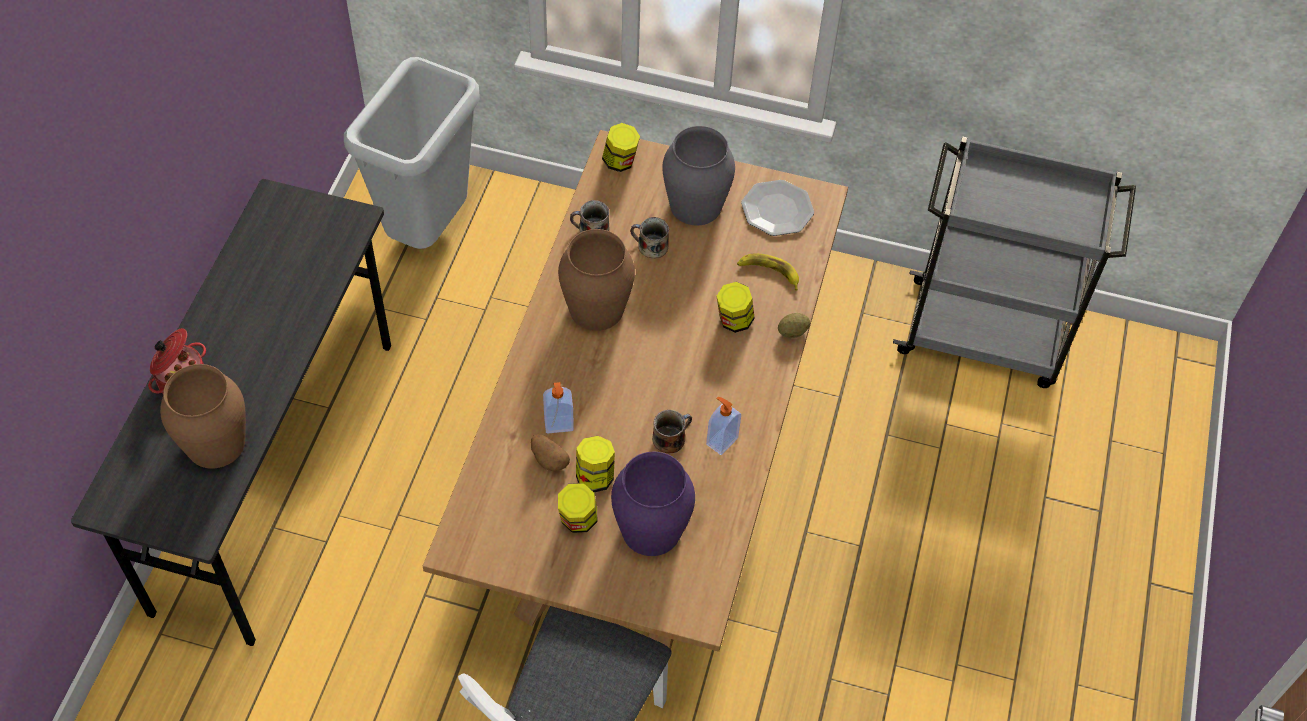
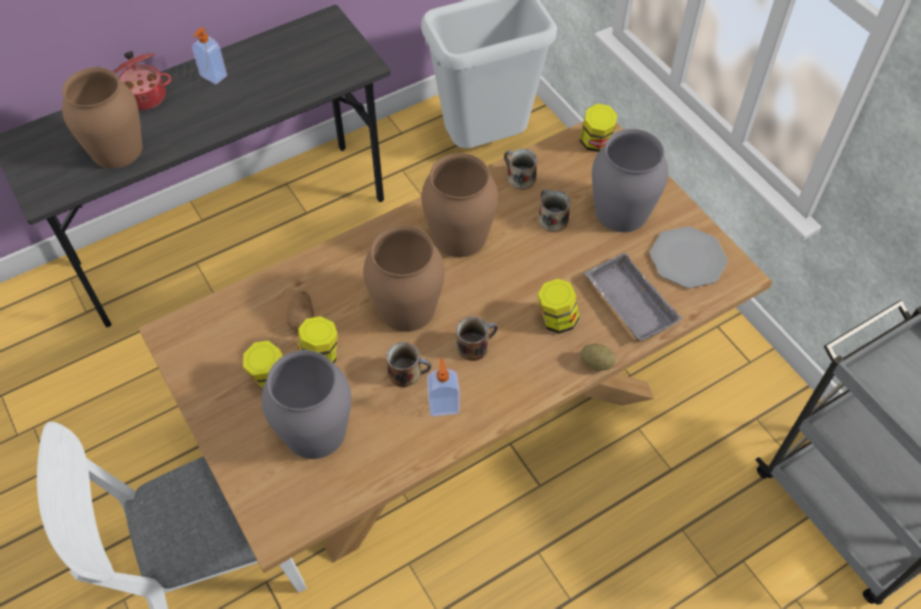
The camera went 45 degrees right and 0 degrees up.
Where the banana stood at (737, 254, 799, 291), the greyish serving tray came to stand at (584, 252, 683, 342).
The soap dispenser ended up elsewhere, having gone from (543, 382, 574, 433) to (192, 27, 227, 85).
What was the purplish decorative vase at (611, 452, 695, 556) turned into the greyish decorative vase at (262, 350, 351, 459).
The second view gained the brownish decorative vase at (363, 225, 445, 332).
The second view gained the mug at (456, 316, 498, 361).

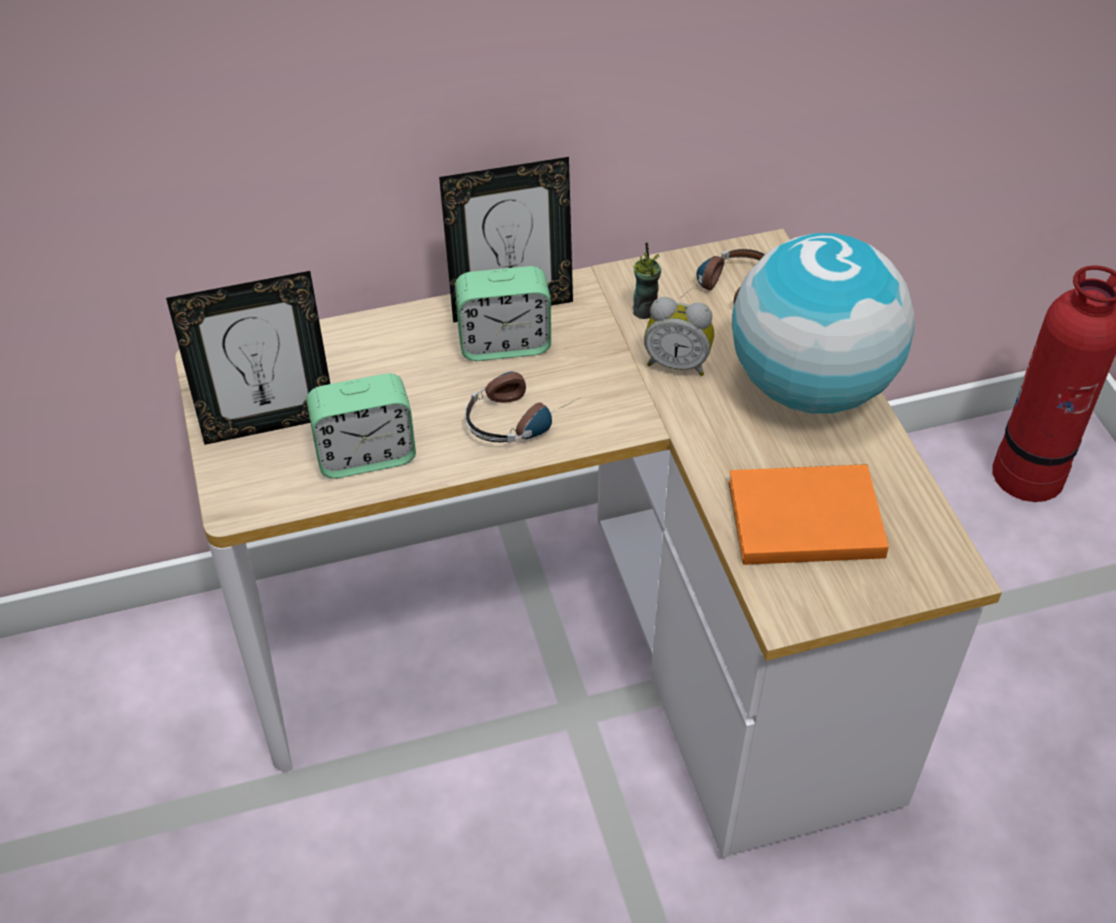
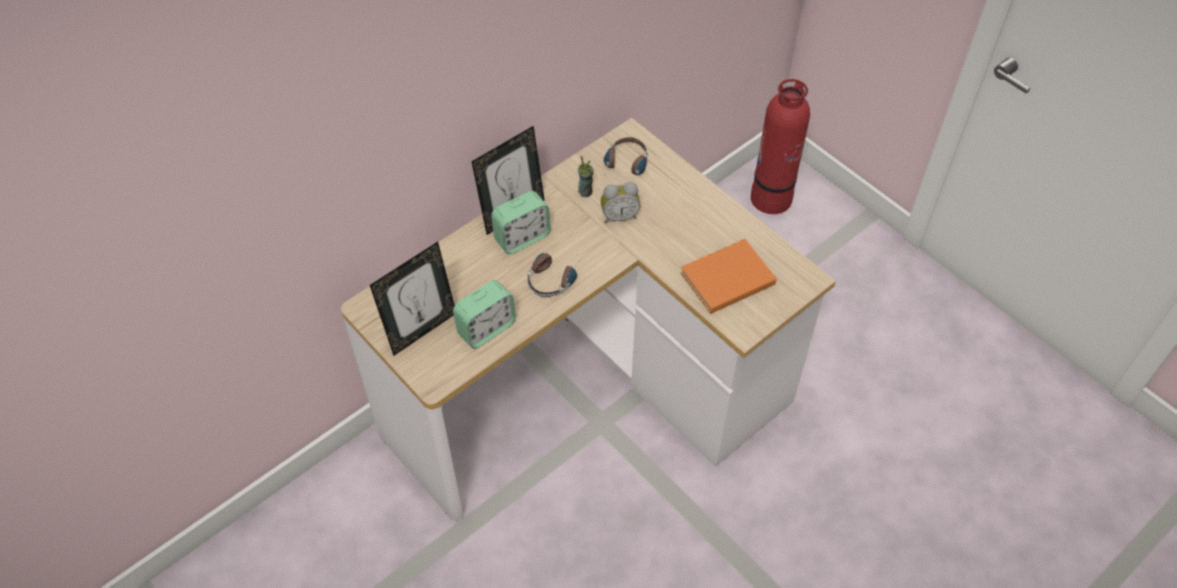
The camera went 25 degrees left and 5 degrees up.
The second view lost the desk globe at (732, 233, 915, 413).

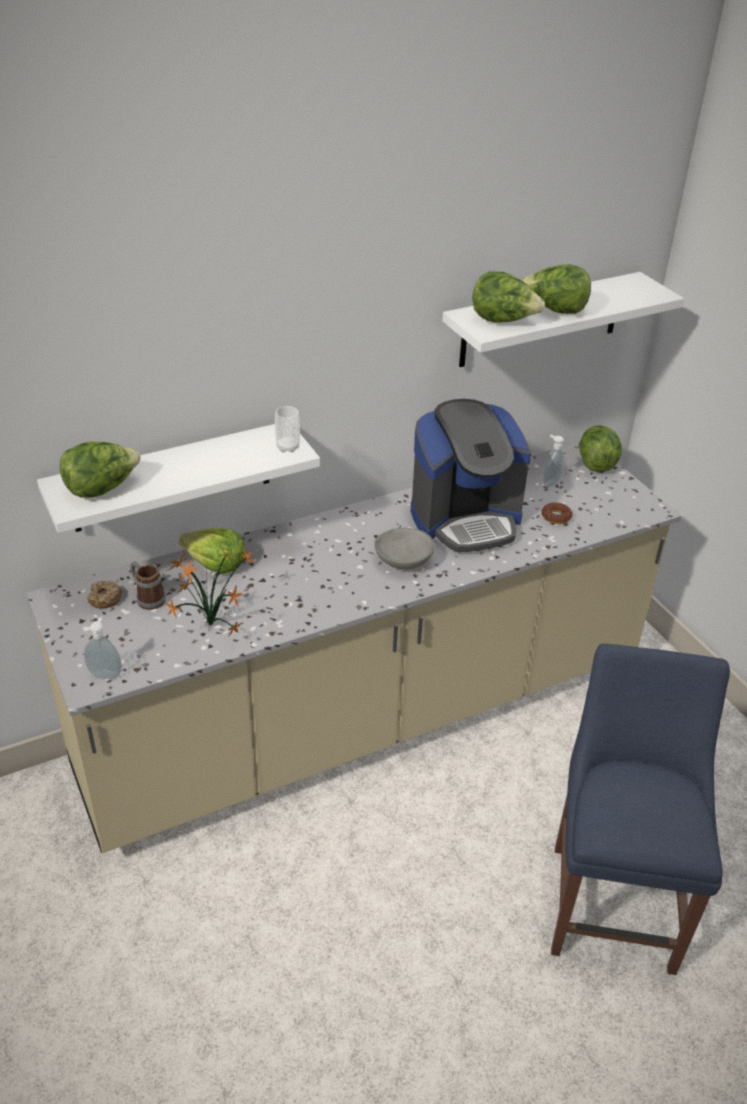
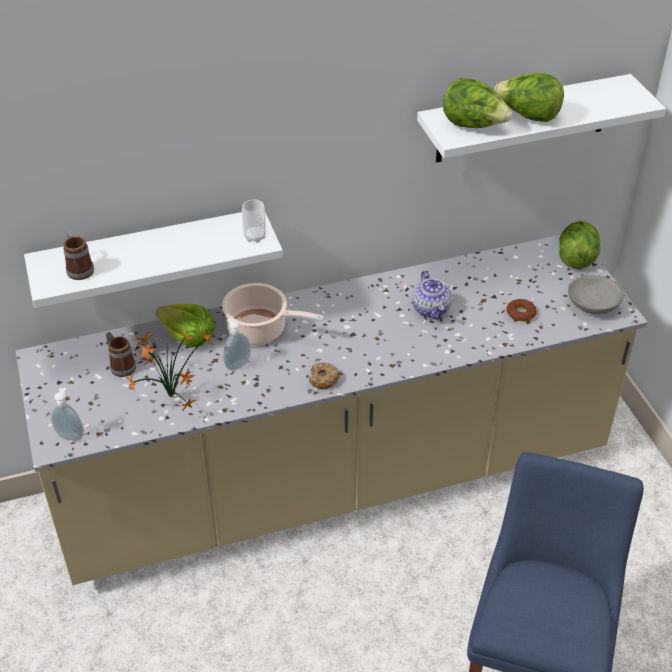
The camera went 10 degrees right and 5 degrees up.
Where the coffee maker stood at (411, 399, 531, 552), the tea pot came to stand at (412, 270, 451, 320).
The soap dispenser ended up elsewhere, having gone from (543, 435, 565, 487) to (223, 318, 251, 371).
Where the head of lettuce stood at (60, 441, 141, 498), the mug came to stand at (63, 231, 94, 280).
The greyish deep dish ended up elsewhere, having gone from (375, 528, 435, 569) to (568, 275, 624, 314).
The doughnut ended up elsewhere, having gone from (87, 581, 123, 608) to (309, 362, 340, 389).
The second view gained the cooking pot at (222, 283, 324, 345).

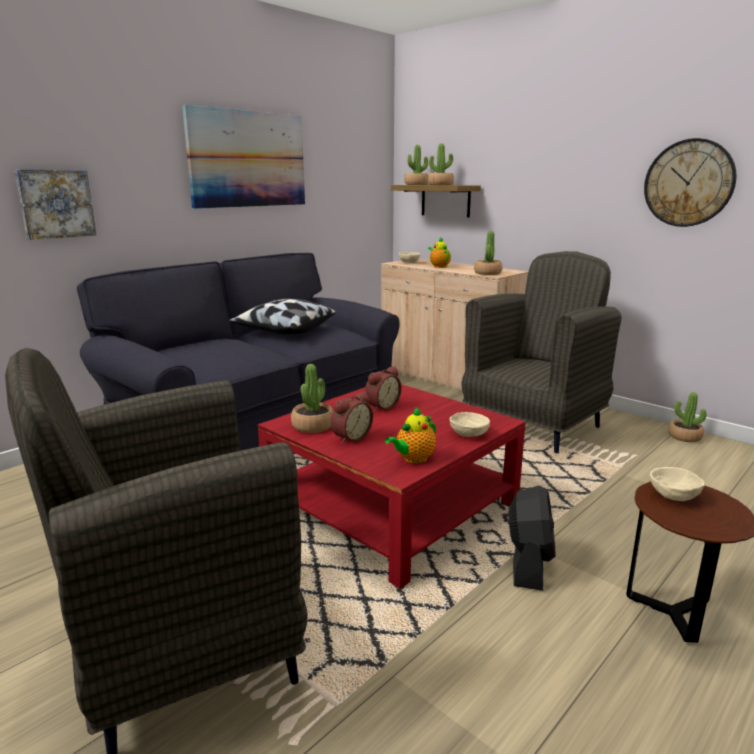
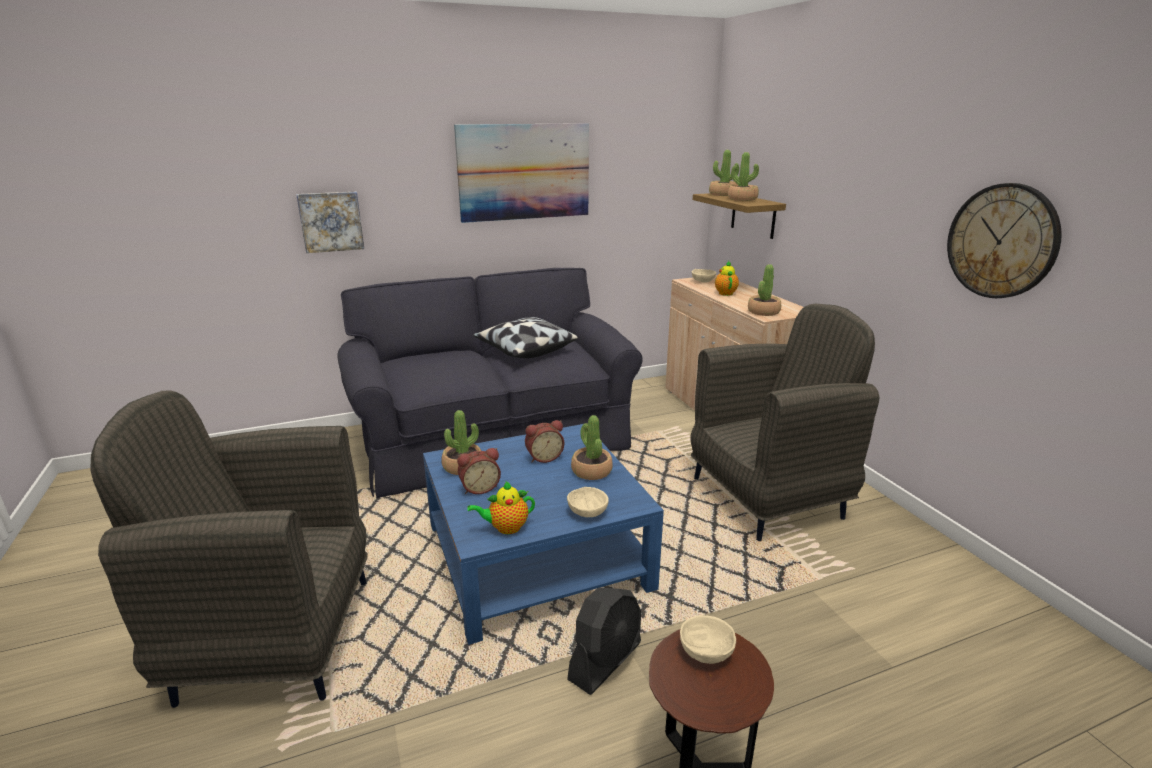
The camera went 25 degrees right and 5 degrees up.
What was the red-coloured low table at (258, 384, 526, 589) turned into the blue low table at (423, 424, 664, 645).
The plant in a pot ended up elsewhere, having gone from (668, 392, 706, 442) to (571, 415, 613, 480).

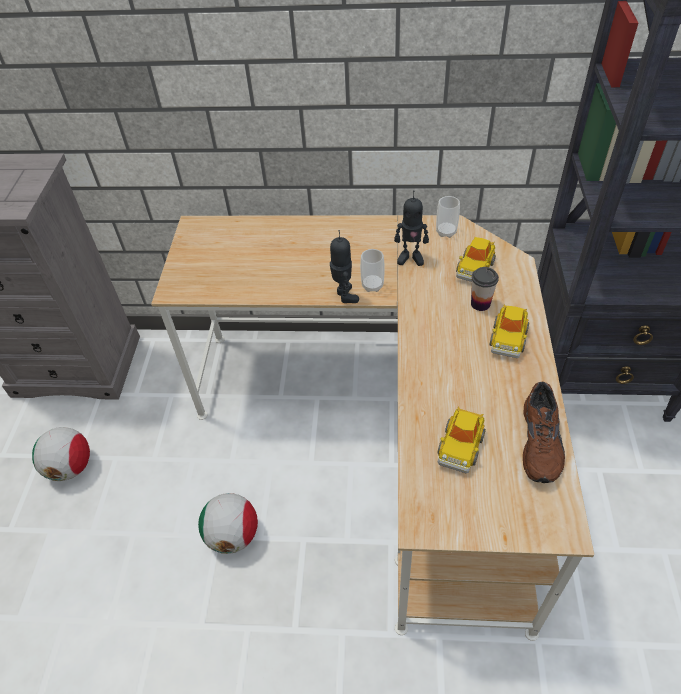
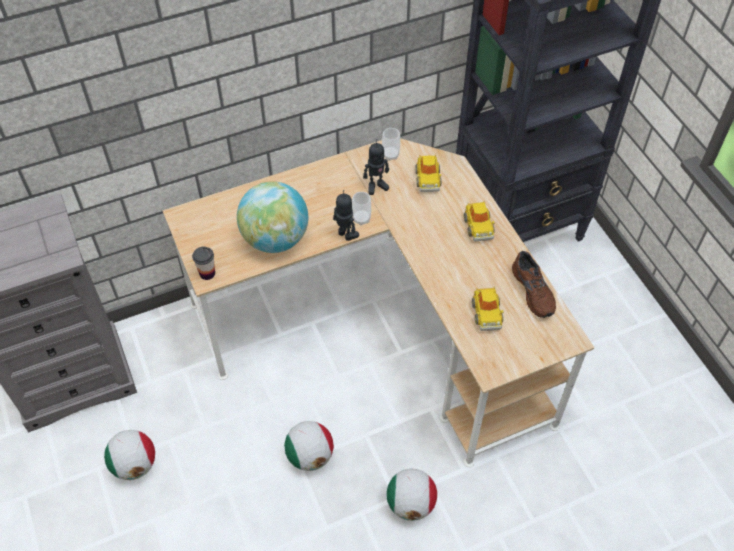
The camera went 30 degrees left and 5 degrees up.
The small cup ended up elsewhere, having gone from (471, 267, 499, 311) to (192, 247, 215, 280).
The second view gained the desk globe at (237, 181, 308, 253).
The second view gained the football at (387, 469, 437, 521).

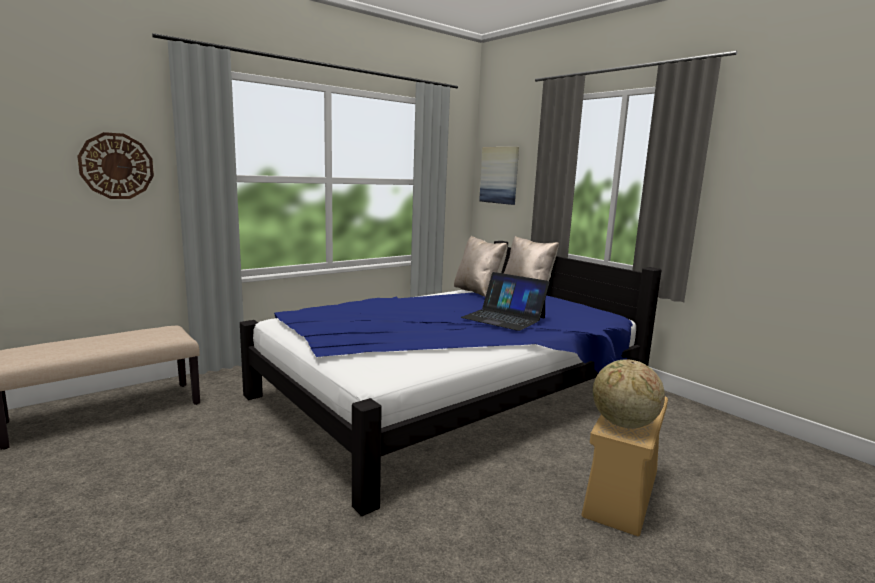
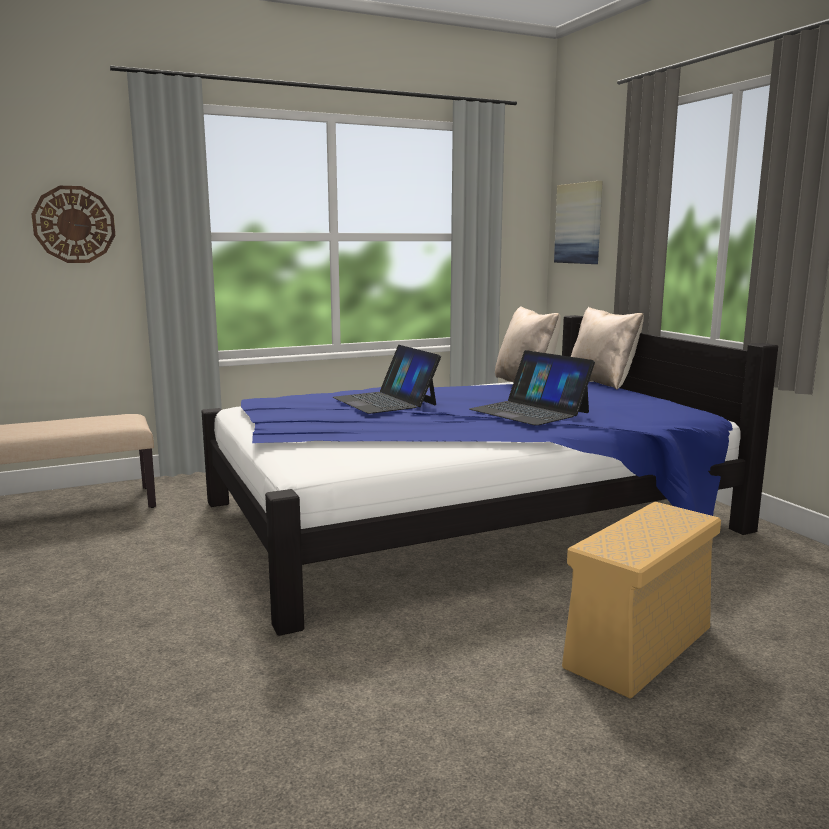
The camera went 15 degrees right and 0 degrees up.
The second view lost the desk globe at (593, 360, 665, 428).
The second view gained the portable computer at (332, 345, 441, 414).

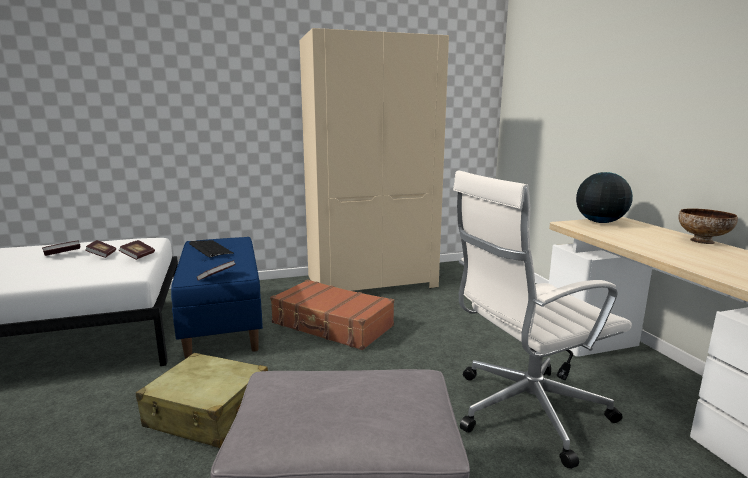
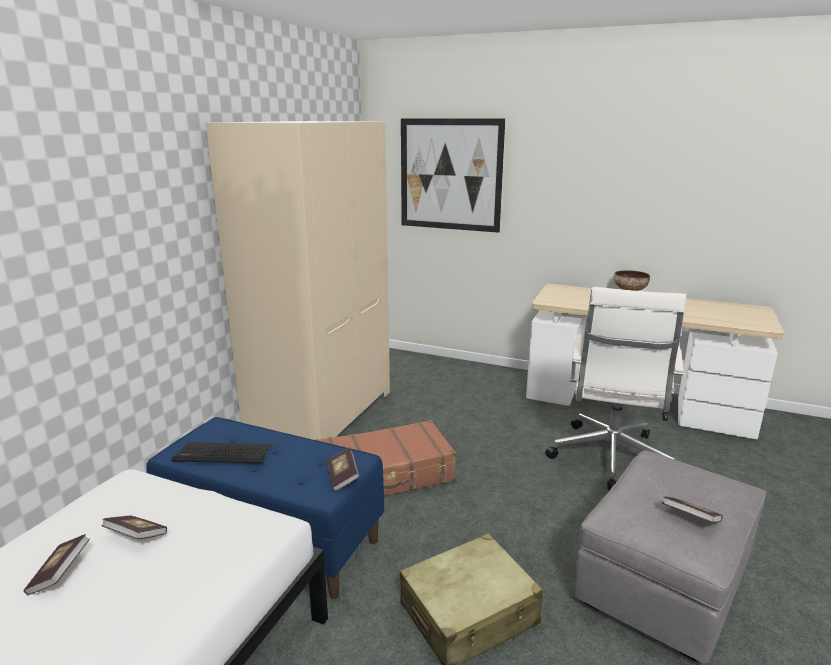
The camera went 50 degrees left and 5 degrees up.
The second view lost the desk globe at (576, 172, 633, 223).
The bound book ended up elsewhere, having gone from (119, 240, 155, 260) to (663, 497, 723, 523).
The second view gained the wall picture at (401, 118, 505, 233).

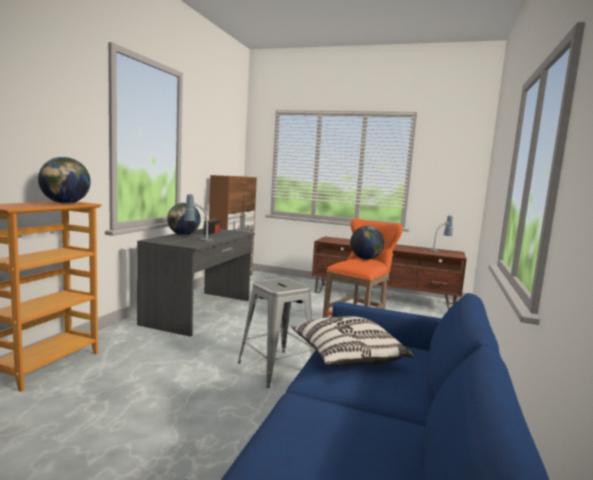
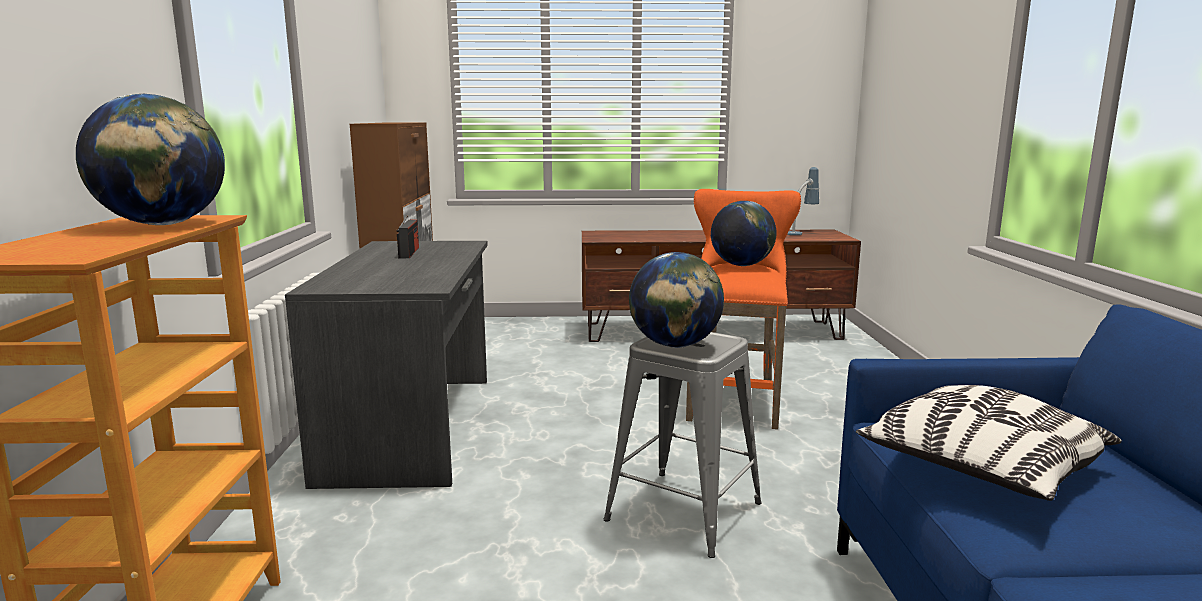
The camera went 20 degrees left and 5 degrees up.
The second view lost the lamp for a table at (184, 194, 213, 241).
The desk globe ended up elsewhere, having gone from (167, 203, 201, 235) to (629, 252, 724, 348).

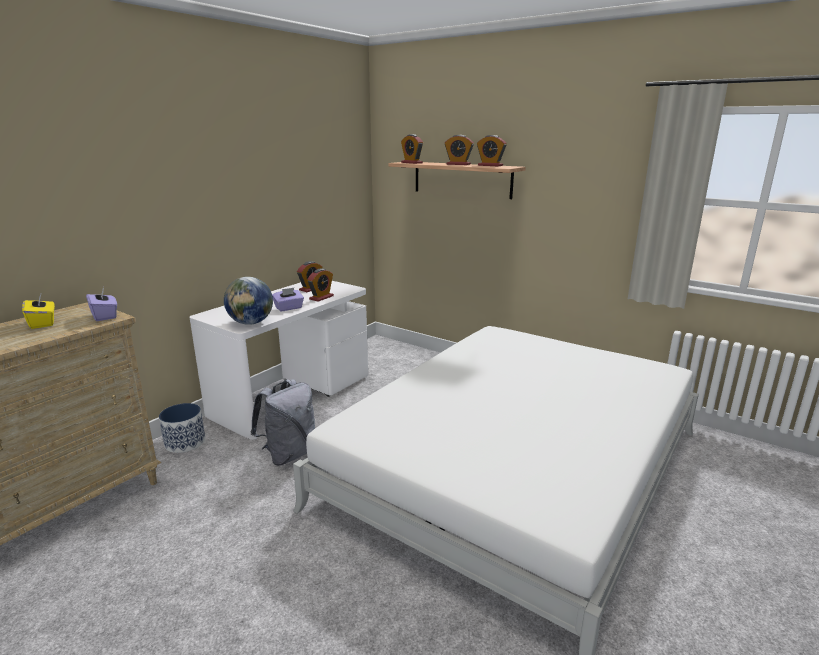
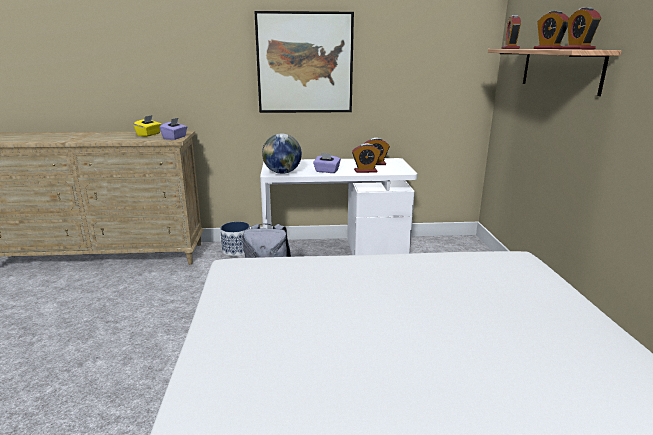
The camera went 50 degrees right and 0 degrees up.
The second view gained the wall picture at (254, 11, 354, 113).

